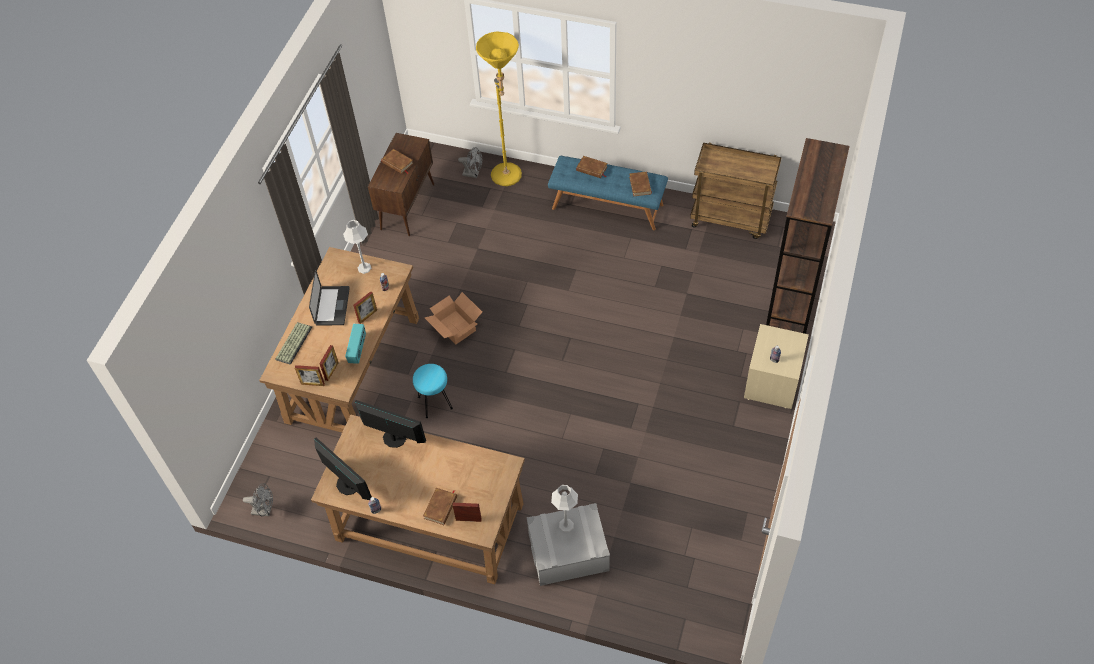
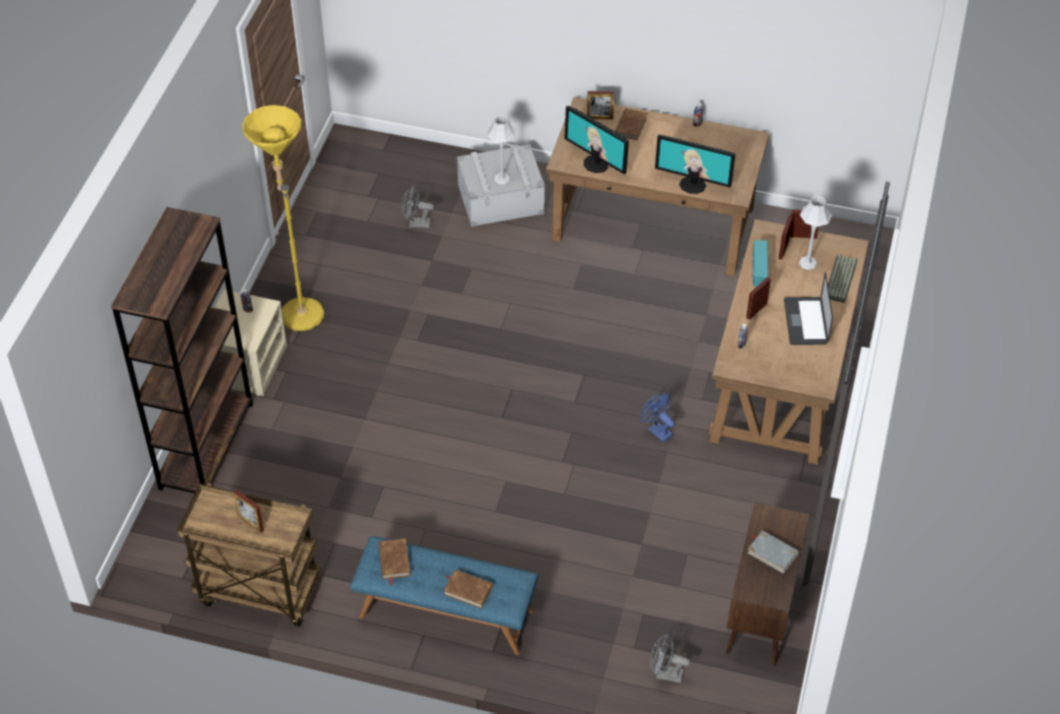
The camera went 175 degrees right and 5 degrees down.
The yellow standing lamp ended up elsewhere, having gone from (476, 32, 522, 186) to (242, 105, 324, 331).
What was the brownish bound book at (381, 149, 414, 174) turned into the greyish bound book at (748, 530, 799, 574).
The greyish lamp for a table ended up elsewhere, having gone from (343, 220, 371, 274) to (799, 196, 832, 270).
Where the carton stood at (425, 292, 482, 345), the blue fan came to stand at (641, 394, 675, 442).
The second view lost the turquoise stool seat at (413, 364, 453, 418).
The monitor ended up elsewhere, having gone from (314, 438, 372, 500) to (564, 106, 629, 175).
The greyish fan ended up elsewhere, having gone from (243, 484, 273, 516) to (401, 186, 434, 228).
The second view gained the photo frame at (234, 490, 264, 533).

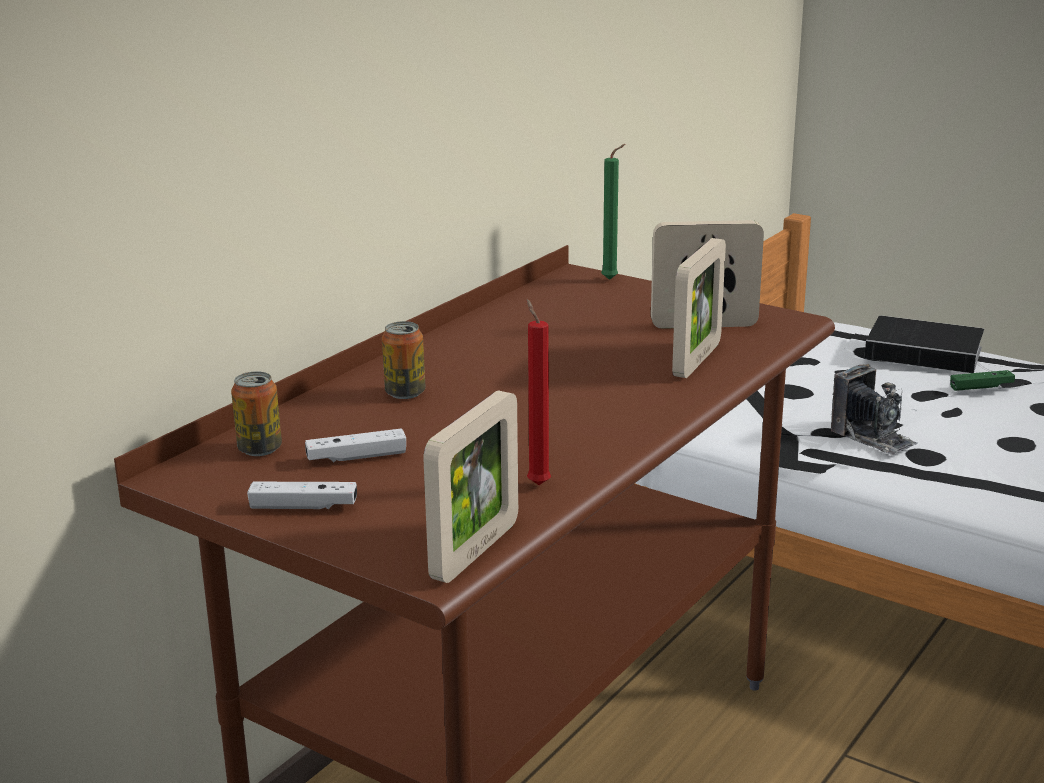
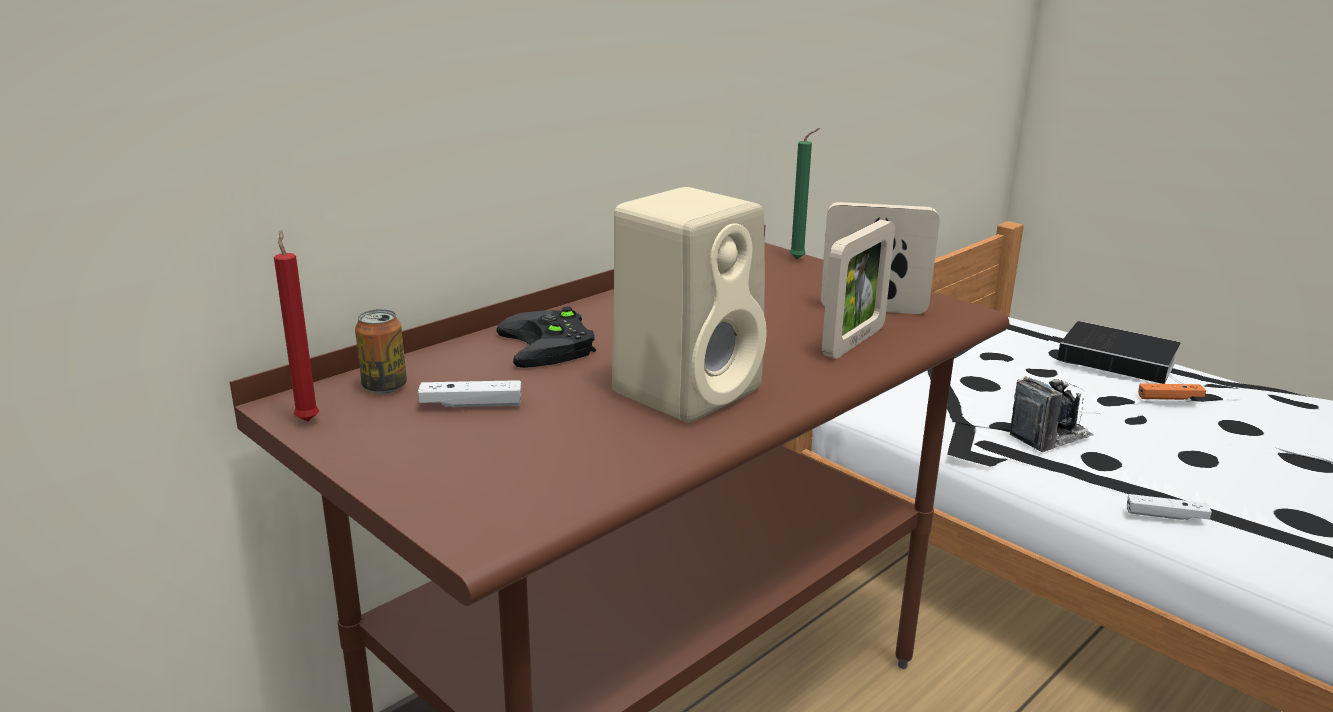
The camera went 10 degrees right and 0 degrees up.
The red-coloured candle ended up elsewhere, having gone from (526, 299, 551, 485) to (274, 230, 319, 422).
Where the sealed can stood at (382, 321, 426, 399), the black-coloured joypad came to stand at (496, 306, 596, 368).
The photo camera at (831, 364, 918, 455) ended up facing another way, 90 degrees counterclockwise from before.
What was the greenish joypad at (950, 370, 1015, 391) turned into the orange-coloured joypad at (1138, 383, 1206, 400).
The second view lost the photo frame at (423, 390, 518, 583).
The whitish joypad ended up elsewhere, having gone from (247, 482, 357, 509) to (1127, 494, 1212, 520).
The second view gained the beige-coloured audio speaker at (612, 187, 766, 422).

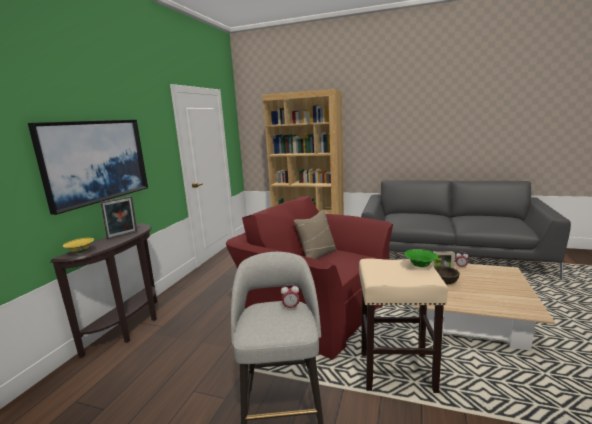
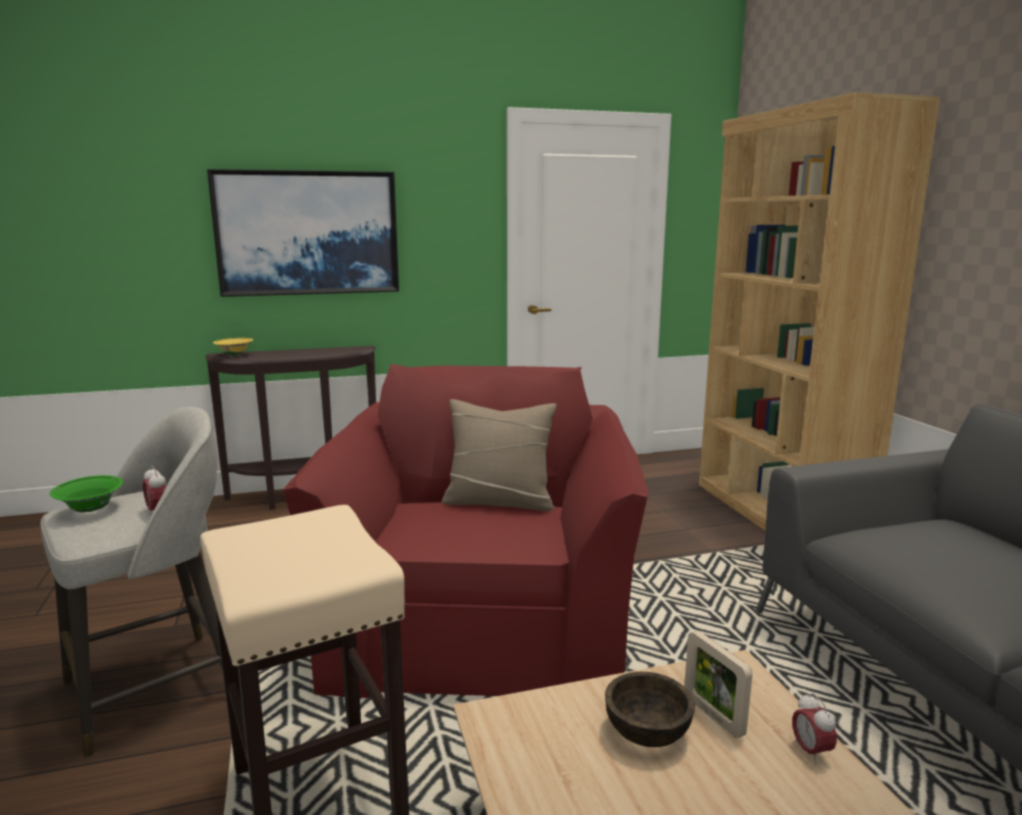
The camera went 55 degrees right and 0 degrees up.
The second view lost the photo frame at (100, 196, 137, 239).
The greenish deep dish ended up elsewhere, having gone from (404, 249, 438, 267) to (50, 475, 123, 512).

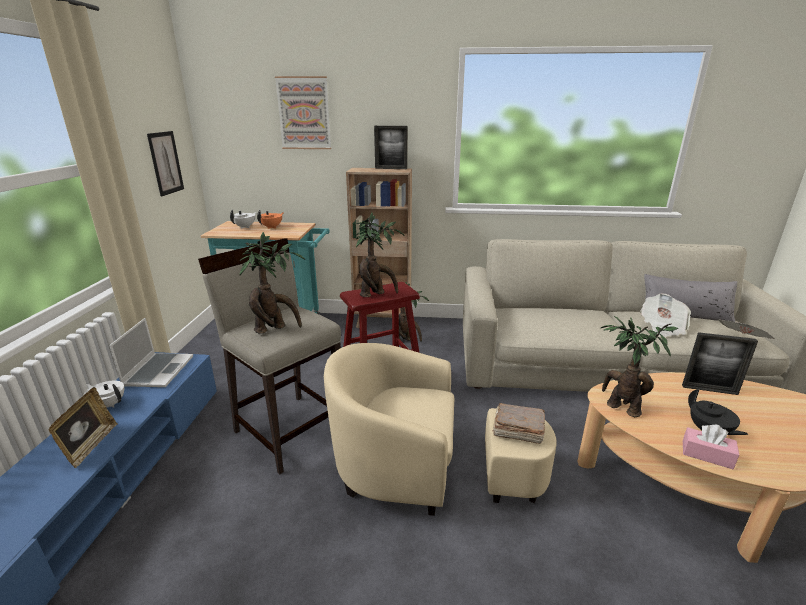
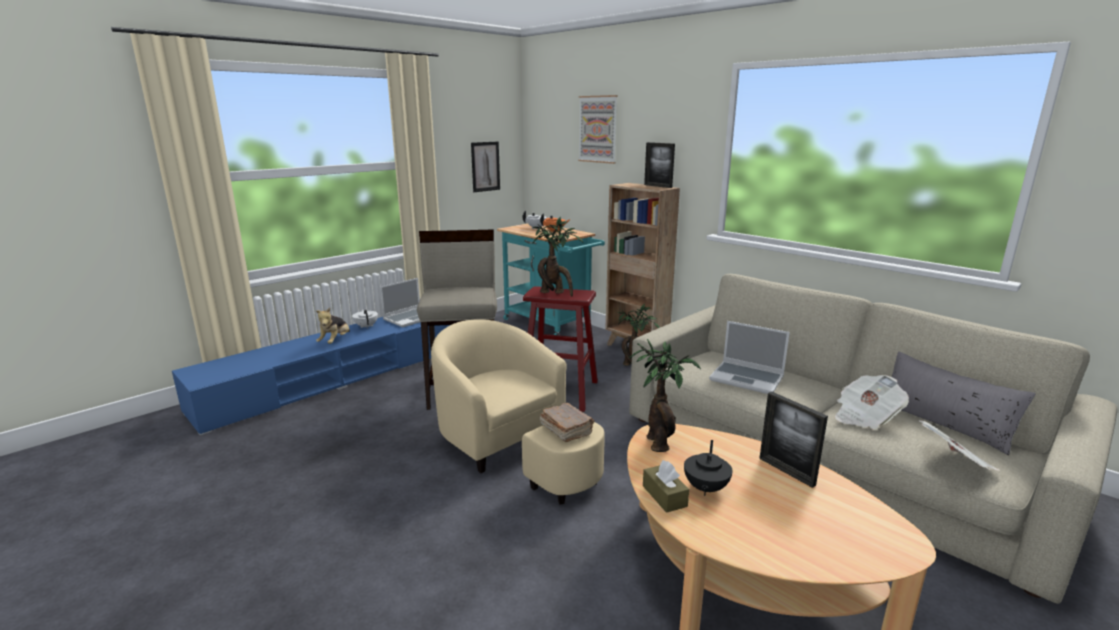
The camera went 40 degrees right and 5 degrees down.
The second view lost the plant in a pot at (239, 232, 305, 334).
Where the photo frame stood at (48, 387, 118, 468), the soft toy came to stand at (316, 308, 350, 344).
What was the pinkish box of tissues at (683, 425, 739, 469) turned into the brownish box of tissues at (643, 460, 689, 513).
The second view gained the portable computer at (709, 321, 790, 394).

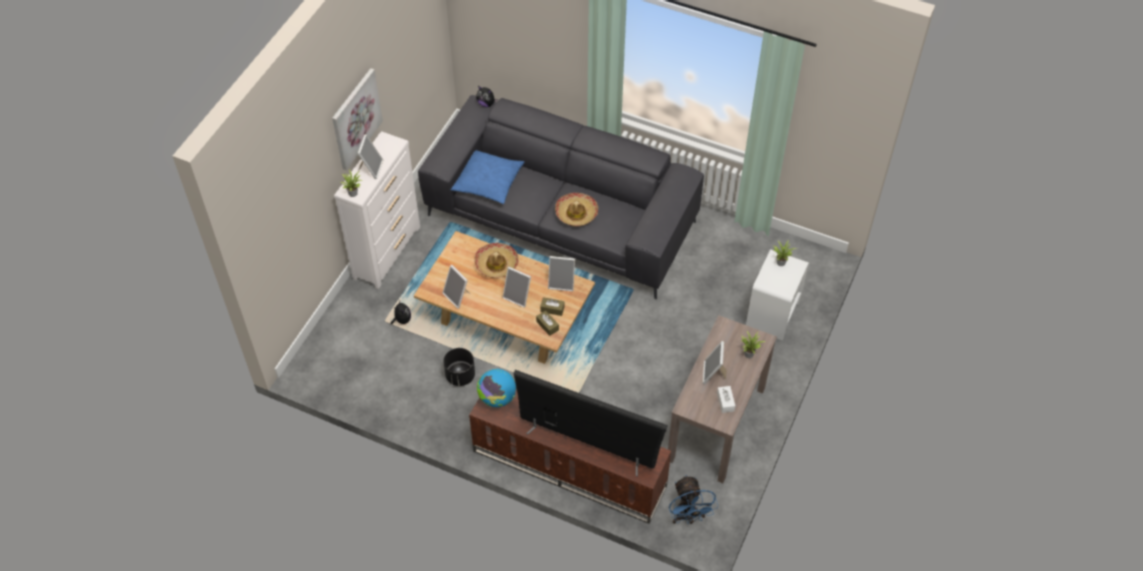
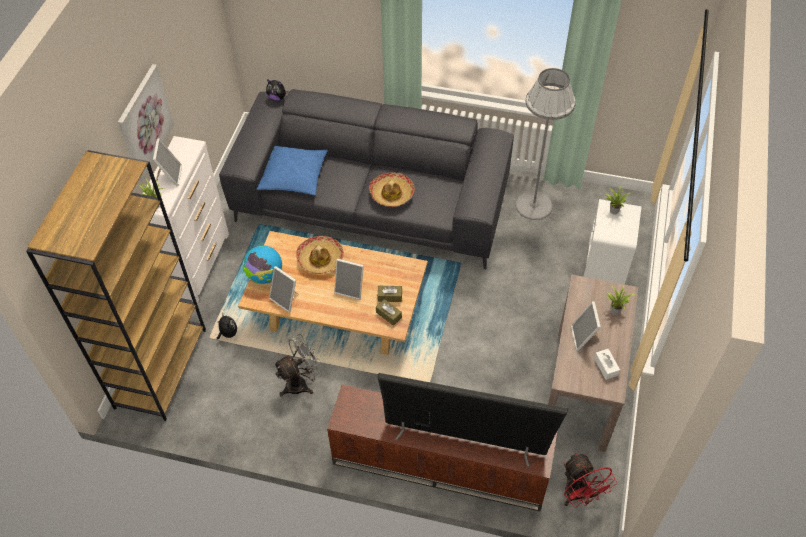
The camera went 10 degrees left and 0 degrees up.
The second view lost the photo frame at (548, 256, 575, 292).
Where the black-coloured plant pot stood at (443, 348, 475, 386), the greyish fan came to stand at (273, 334, 324, 397).
The desk globe ended up elsewhere, having gone from (477, 369, 516, 407) to (243, 246, 282, 284).
What was the blue fan at (669, 475, 718, 524) turned into the red-coloured fan at (564, 453, 617, 508).
The second view gained the greyish standing lamp at (515, 68, 576, 220).
The second view gained the brownish bookcase at (26, 150, 206, 421).

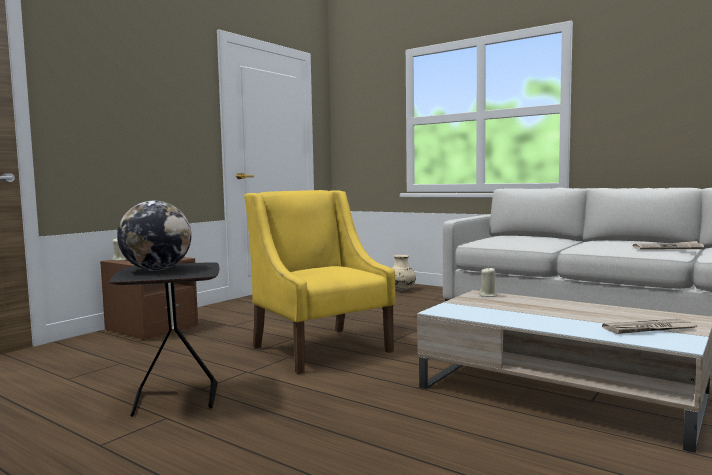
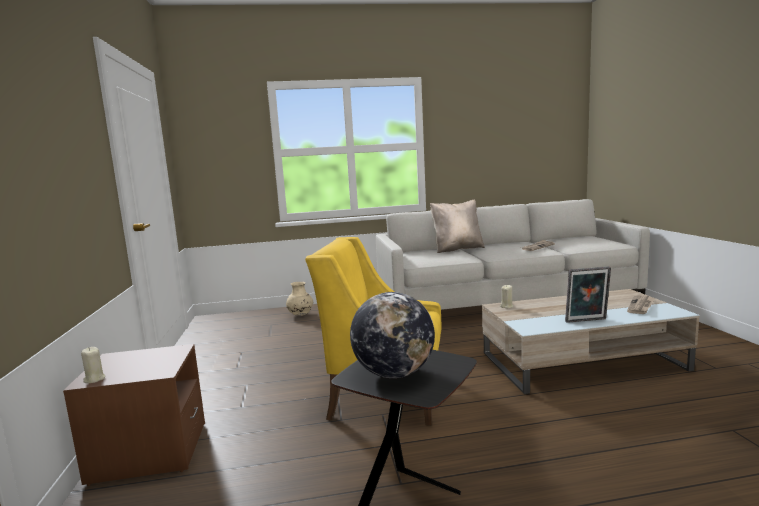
The camera went 45 degrees left and 5 degrees up.
The second view gained the beige-coloured throw pillow at (430, 200, 485, 253).
The second view gained the photo frame at (565, 267, 611, 323).

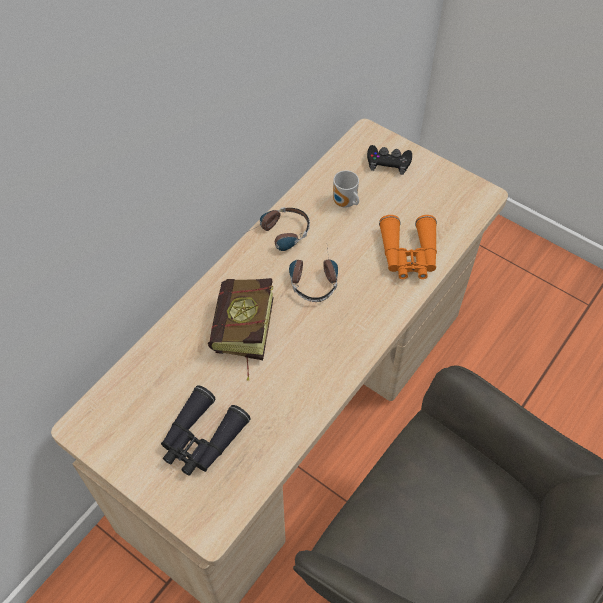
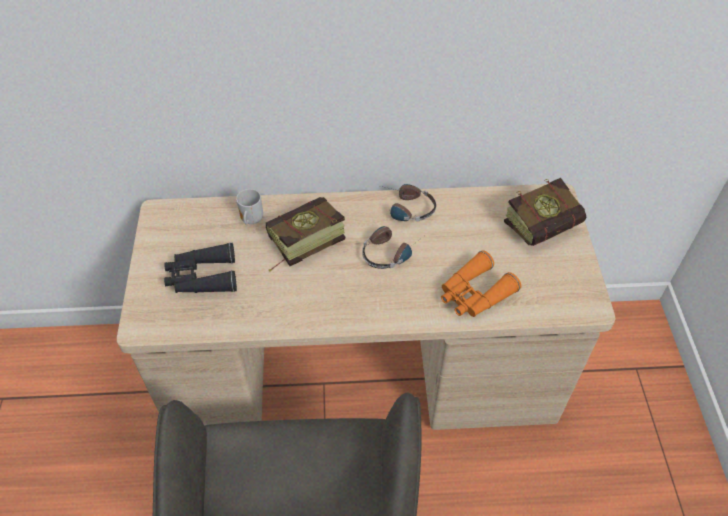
The camera went 50 degrees right and 5 degrees down.
Where the black-coloured joypad stood at (367, 145, 412, 175), the bound book came to stand at (504, 178, 586, 246).
The mug ended up elsewhere, having gone from (333, 170, 359, 208) to (236, 189, 263, 224).

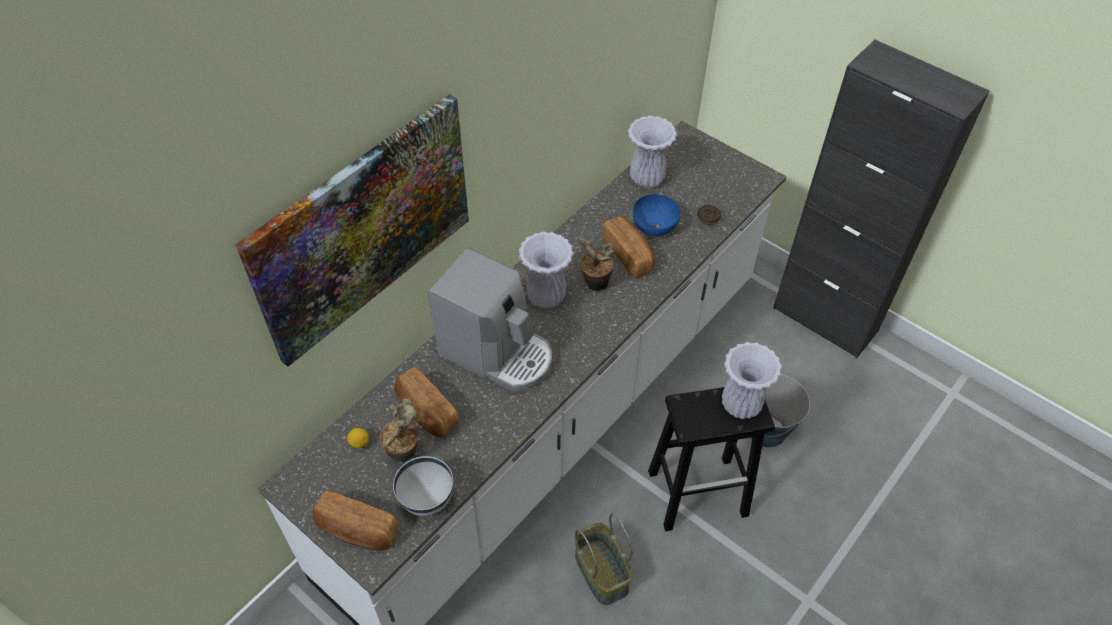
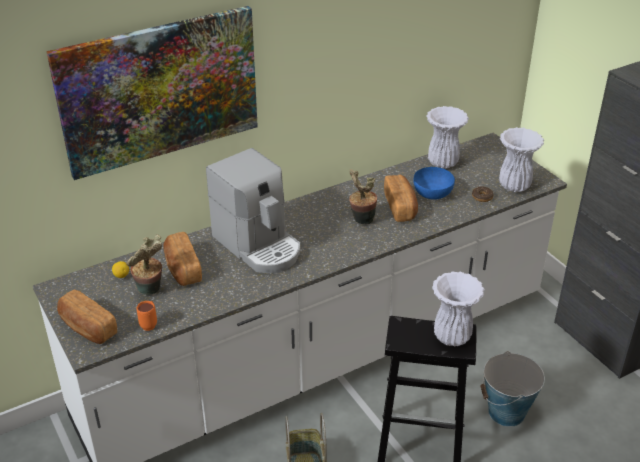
The camera went 20 degrees right and 15 degrees down.
The whitish decorative vase ended up elsewhere, having gone from (518, 231, 574, 308) to (499, 127, 544, 192).
Where the whitish deep dish stood at (393, 456, 453, 516), the orange-coloured mug came to stand at (137, 301, 157, 331).

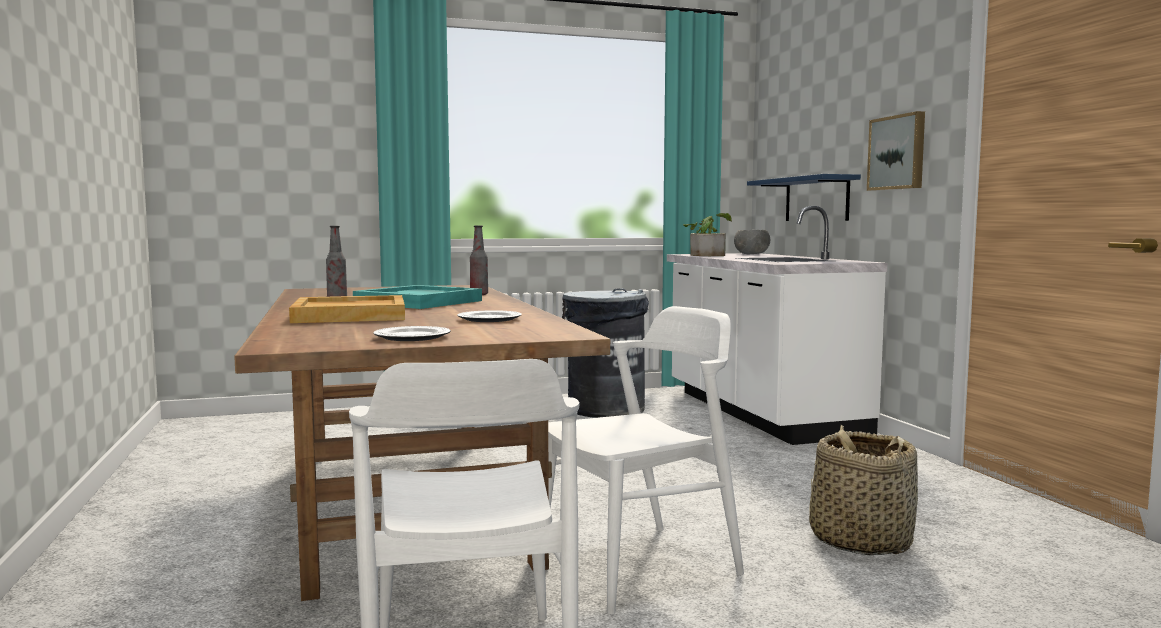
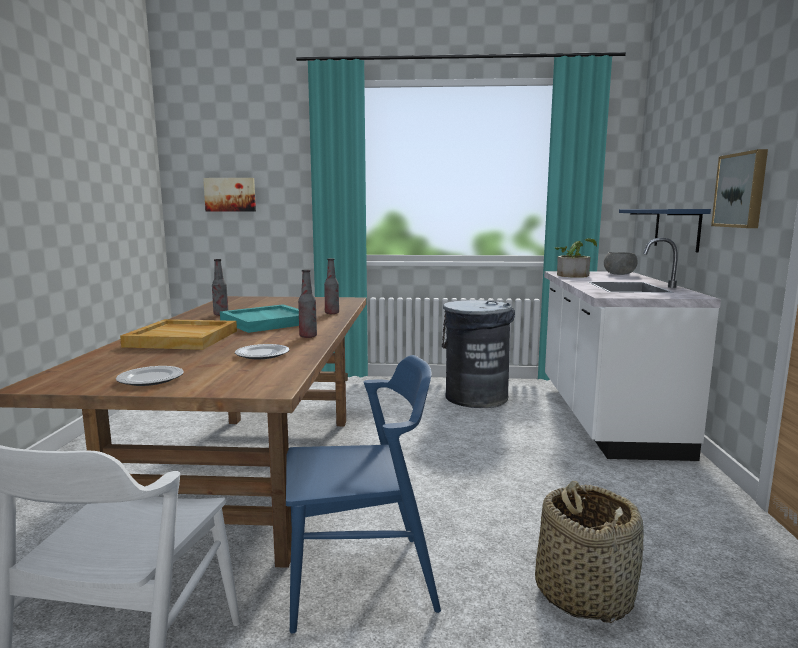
The camera went 20 degrees right and 5 degrees up.
What was the whitish plain chair at (548, 306, 744, 614) turned into the blue plain chair at (286, 355, 441, 634).
The second view gained the wall picture at (203, 178, 256, 212).
The second view gained the drink bottle at (298, 269, 317, 338).

